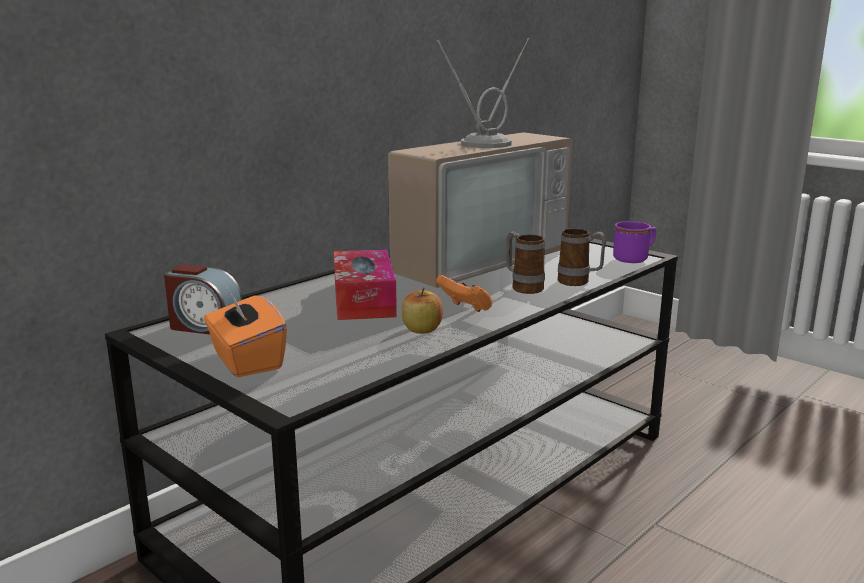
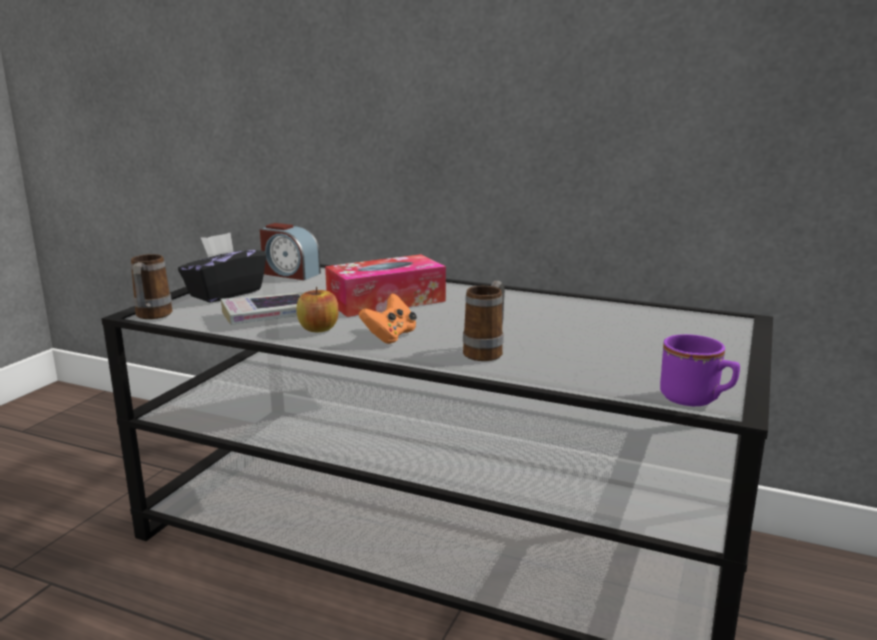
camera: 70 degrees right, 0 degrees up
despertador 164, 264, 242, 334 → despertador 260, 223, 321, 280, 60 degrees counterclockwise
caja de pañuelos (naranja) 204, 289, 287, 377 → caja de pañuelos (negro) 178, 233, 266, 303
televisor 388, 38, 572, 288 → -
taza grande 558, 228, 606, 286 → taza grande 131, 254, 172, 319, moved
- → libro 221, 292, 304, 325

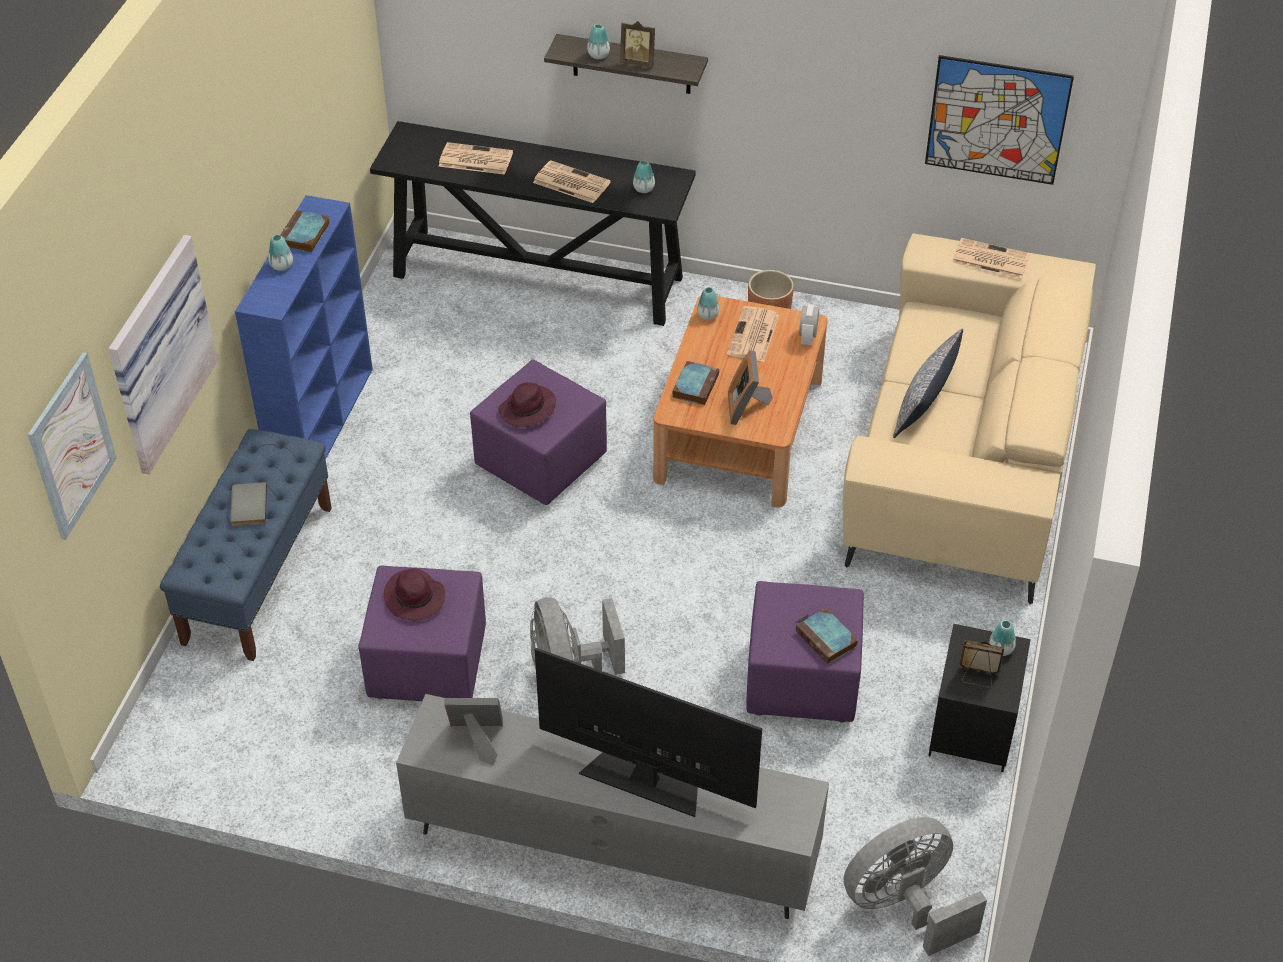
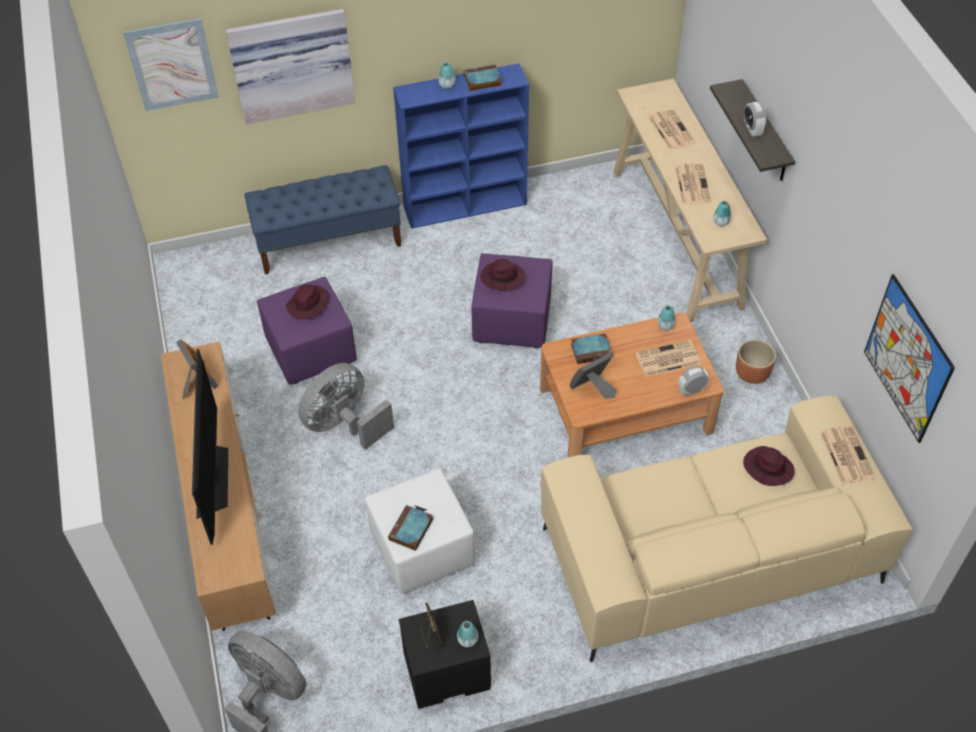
camera: 60 degrees right, 5 degrees up
libro (gris) 230, 482, 267, 526 → -
mesa consola (negro) 370, 121, 696, 326 → mesa consola (beis) 614, 79, 767, 322
mueble de televisión (gris) 396, 694, 829, 919 → mueble de televisión (marrón) 161, 341, 276, 631
florero 587, 24, 610, 59 → -
portarretratos 620, 21, 655, 68 → despertador 744, 102, 767, 137
puf (morado) 746, 581, 864, 722 → puf (blanco) 365, 469, 475, 594
cojín 893, 328, 963, 438 → -
- → sombrero (morado) 743, 446, 795, 486

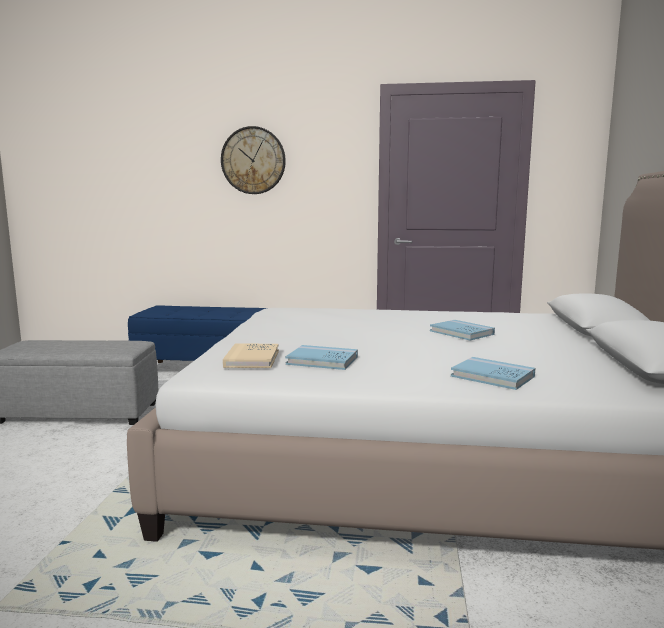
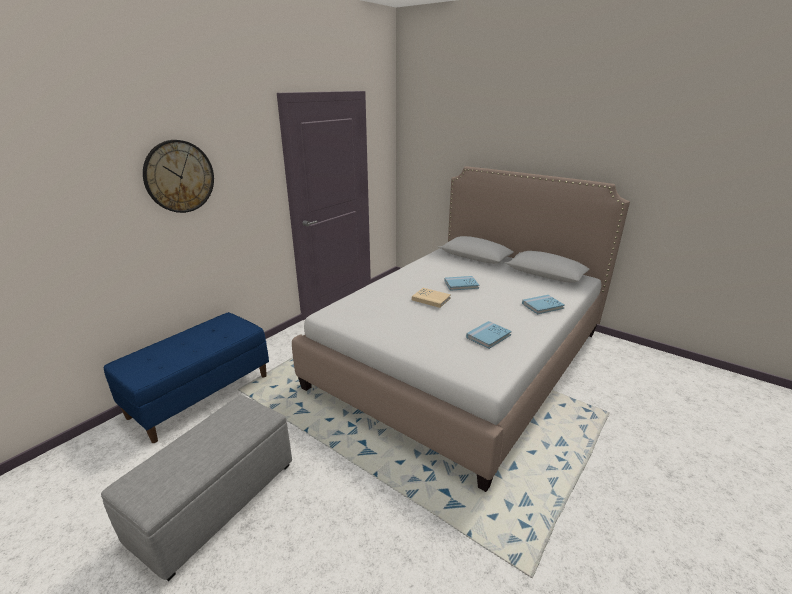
camera: 60 degrees left, 15 degrees up
libro (beis) 223, 344, 279, 368 → libro (beis) 412, 288, 451, 308, moved

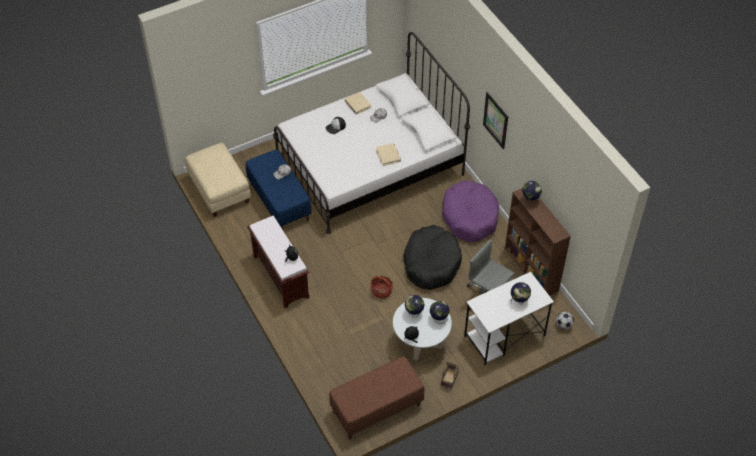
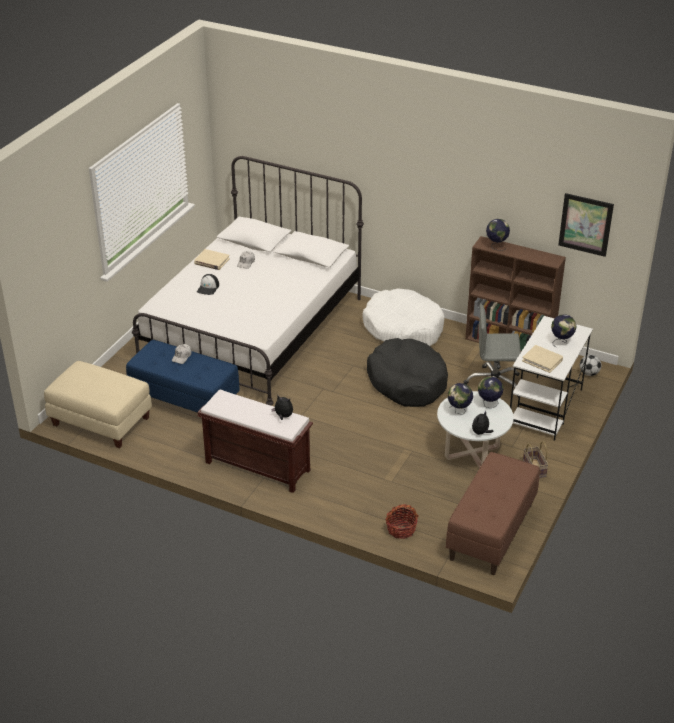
camera: 35 degrees left, 15 degrees down
cesta 370, 276, 393, 299 → cesta 385, 504, 419, 539, moved
libro (beis) 376, 143, 401, 166 → libro (beis) 522, 345, 563, 373, moved
cama para perro (morado) 442, 180, 499, 242 → cama para perro (blanco) 363, 289, 445, 346
cuadro 483, 92, 508, 149 → cuadro 558, 193, 614, 257, moved

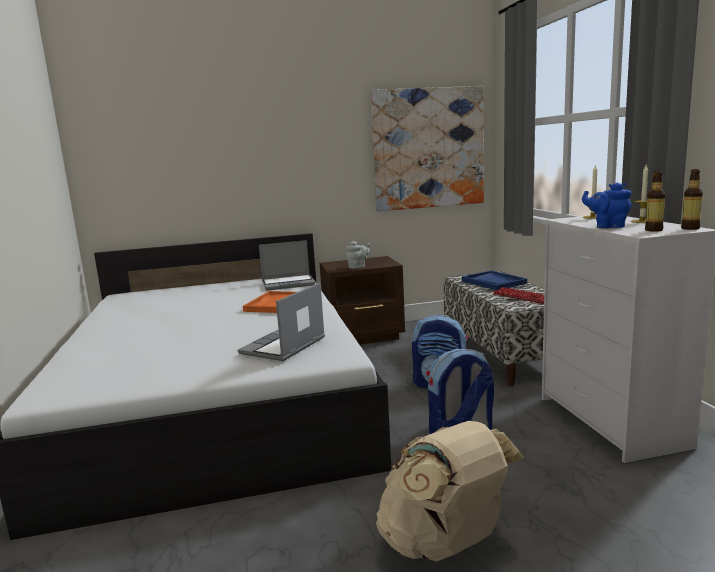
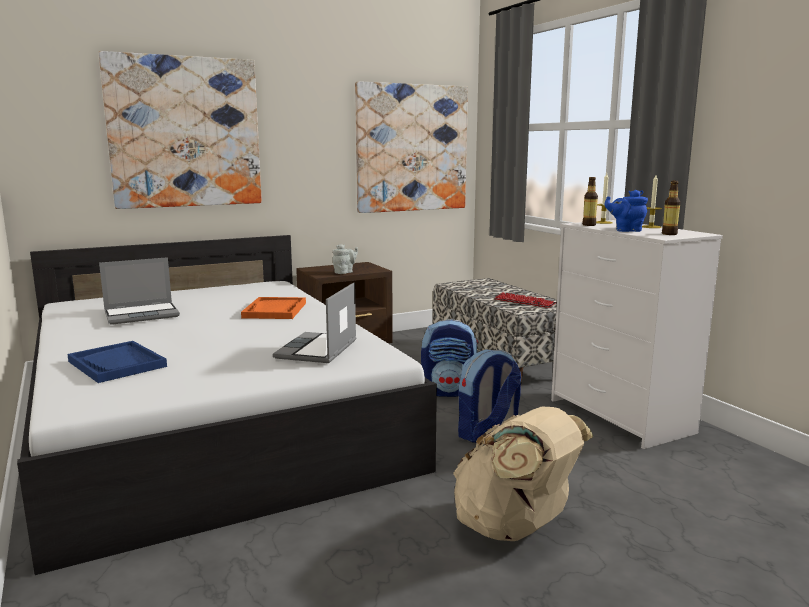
camera: 15 degrees left, 0 degrees up
portátil 259, 240, 315, 291 → portátil 99, 257, 180, 325, moved
bandeja (azul) 462, 271, 527, 290 → bandeja (azul) 67, 341, 167, 383, moved
botella 681, 169, 703, 230 → botella 582, 177, 598, 226, moved
- → cuadro 98, 51, 262, 209

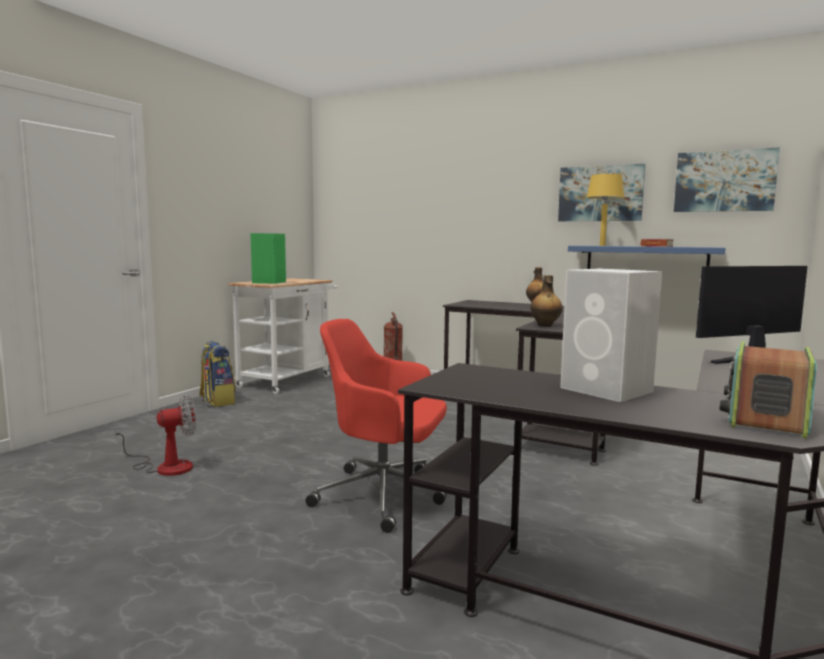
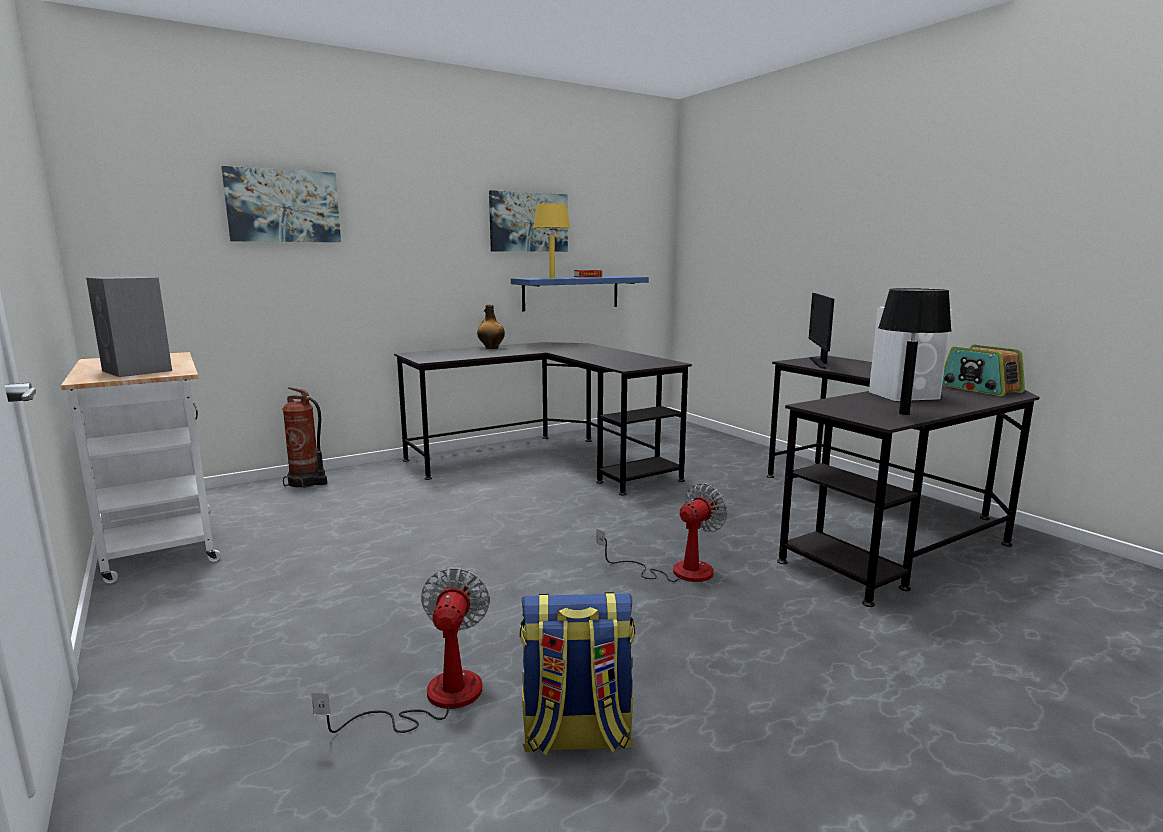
camera: 60 degrees left, 5 degrees up
mochila 199, 341, 236, 407 → mochila 519, 592, 635, 755, moved
altavoz (verde) 250, 233, 286, 284 → altavoz (gris) 86, 277, 172, 377
silla de oficina (rojo) 306, 319, 447, 533 → ventilador 597, 483, 728, 582
botella 530, 275, 563, 327 → -
cuadro 674, 147, 780, 212 → cuadro 221, 166, 341, 242, moved
- → lámpara de mesa (negro) 878, 288, 952, 415

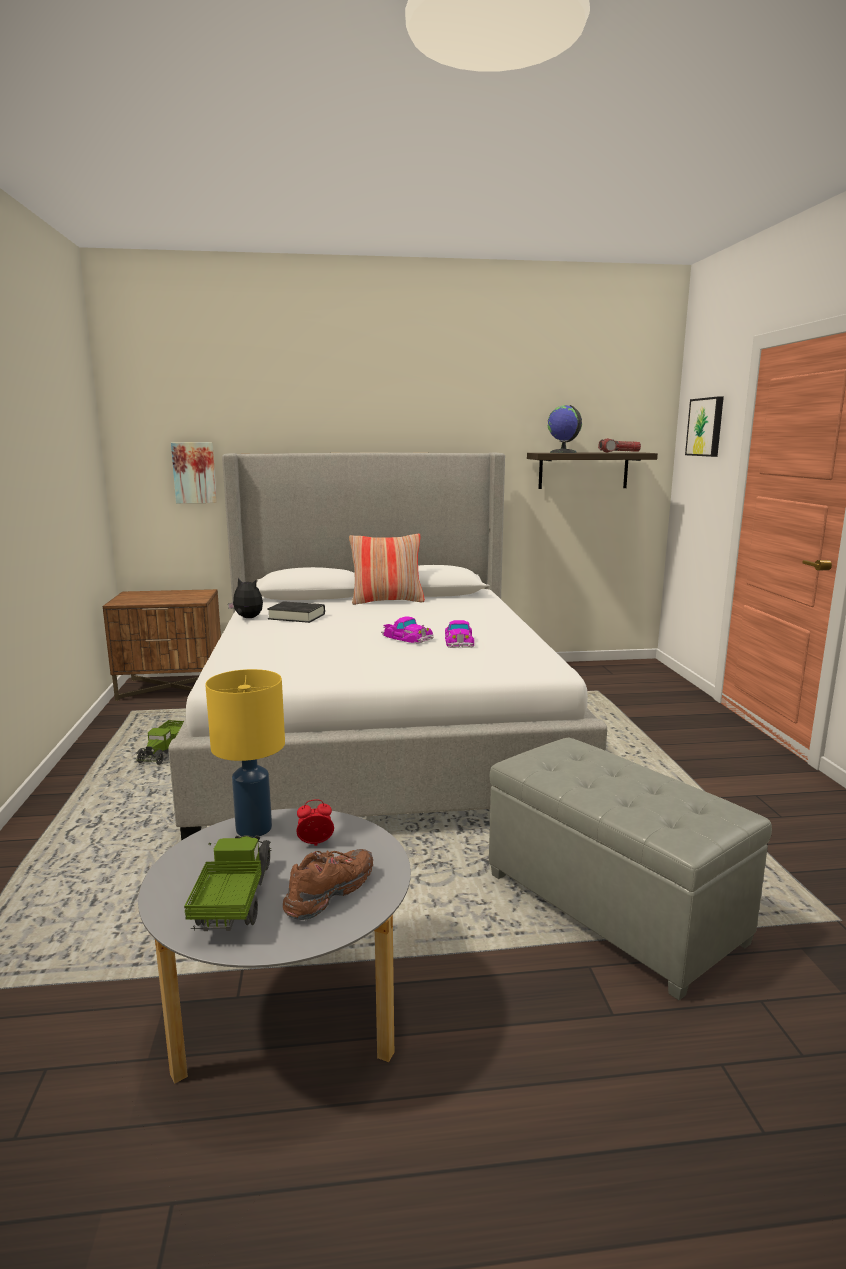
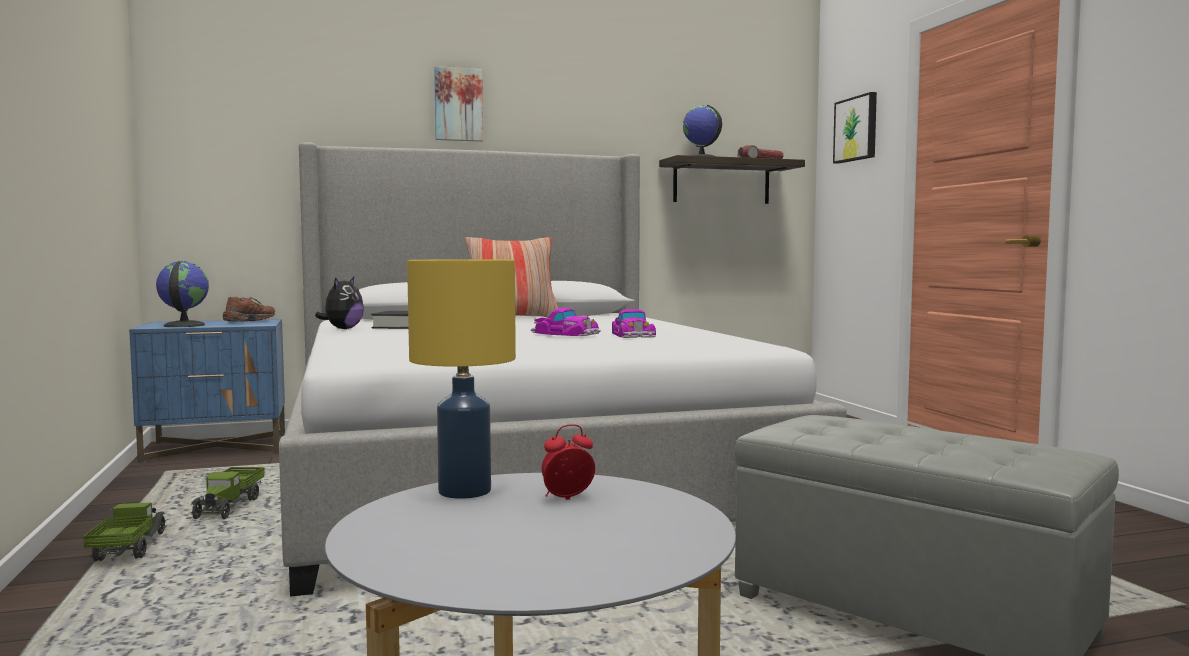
camera: 10 degrees left, 10 degrees down
mesita de noche (marrón) 102, 589, 221, 701 → mesita de noche (azul) 129, 319, 285, 463
cuadro 171, 442, 217, 503 → cuadro 434, 66, 483, 142, moved
camión de juguete 184, 835, 272, 931 → camión de juguete 83, 502, 166, 561, moved
peluche 228, 578, 263, 618 → peluche 315, 277, 364, 329, 90 degrees clockwise
zapato (marrón) 283, 849, 373, 920 → zapato (marrón) 223, 297, 275, 322, moved
- → globo terráqueo 156, 261, 209, 327

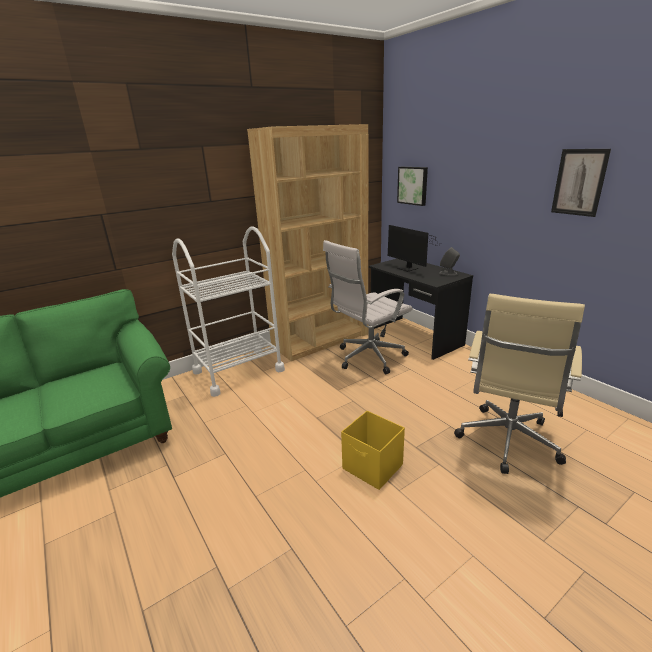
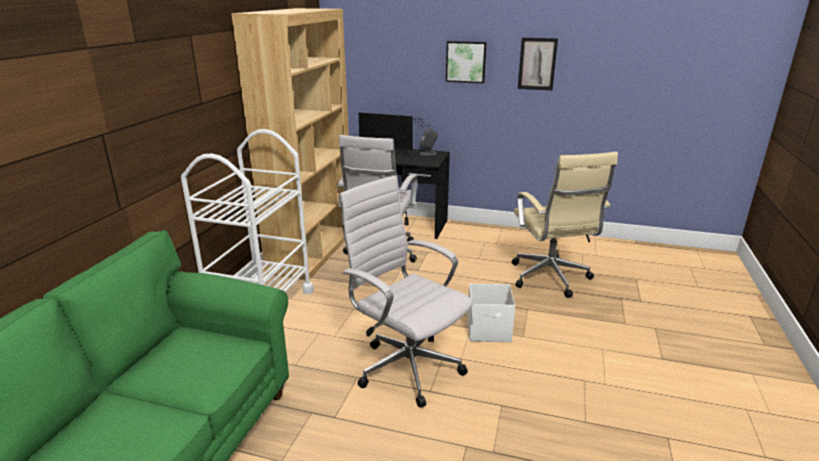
camera: 40 degrees left, 0 degrees up
caja de almacenaje (amarillo) 341, 411, 405, 490 → caja de almacenaje (blanco) 467, 283, 515, 342
cuadro 397, 167, 428, 206 → cuadro 446, 41, 487, 84, moved
- → silla de oficina (blanco) 338, 175, 473, 408

